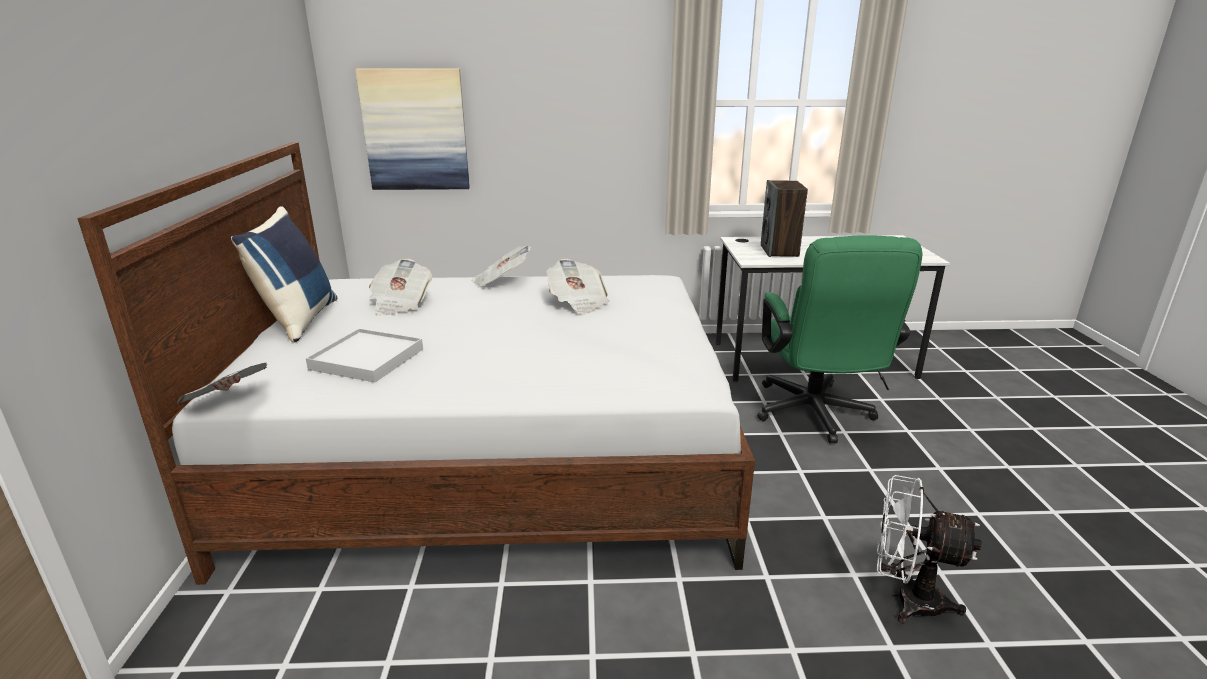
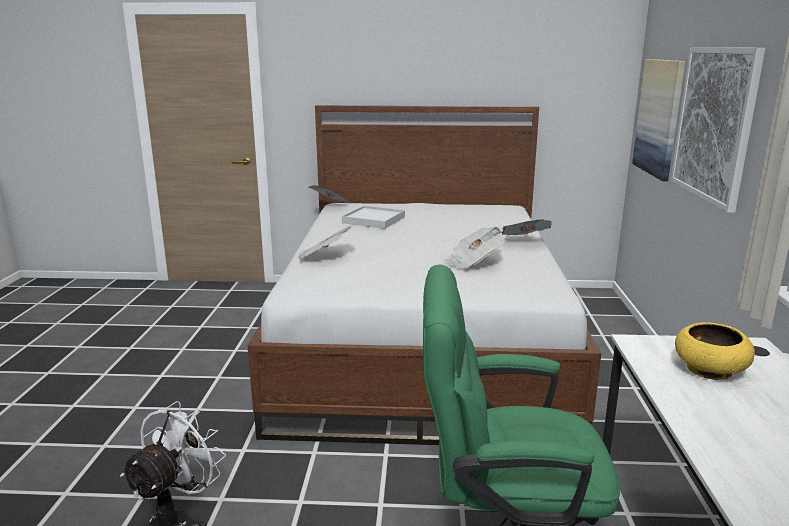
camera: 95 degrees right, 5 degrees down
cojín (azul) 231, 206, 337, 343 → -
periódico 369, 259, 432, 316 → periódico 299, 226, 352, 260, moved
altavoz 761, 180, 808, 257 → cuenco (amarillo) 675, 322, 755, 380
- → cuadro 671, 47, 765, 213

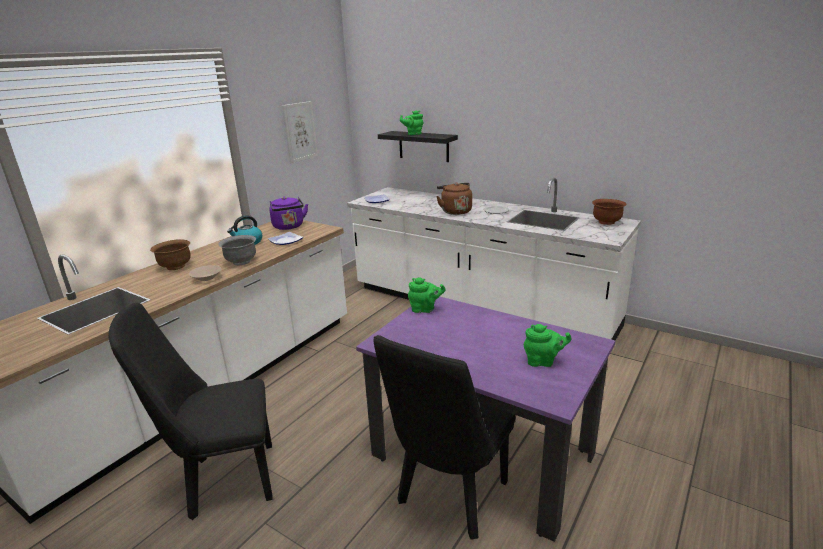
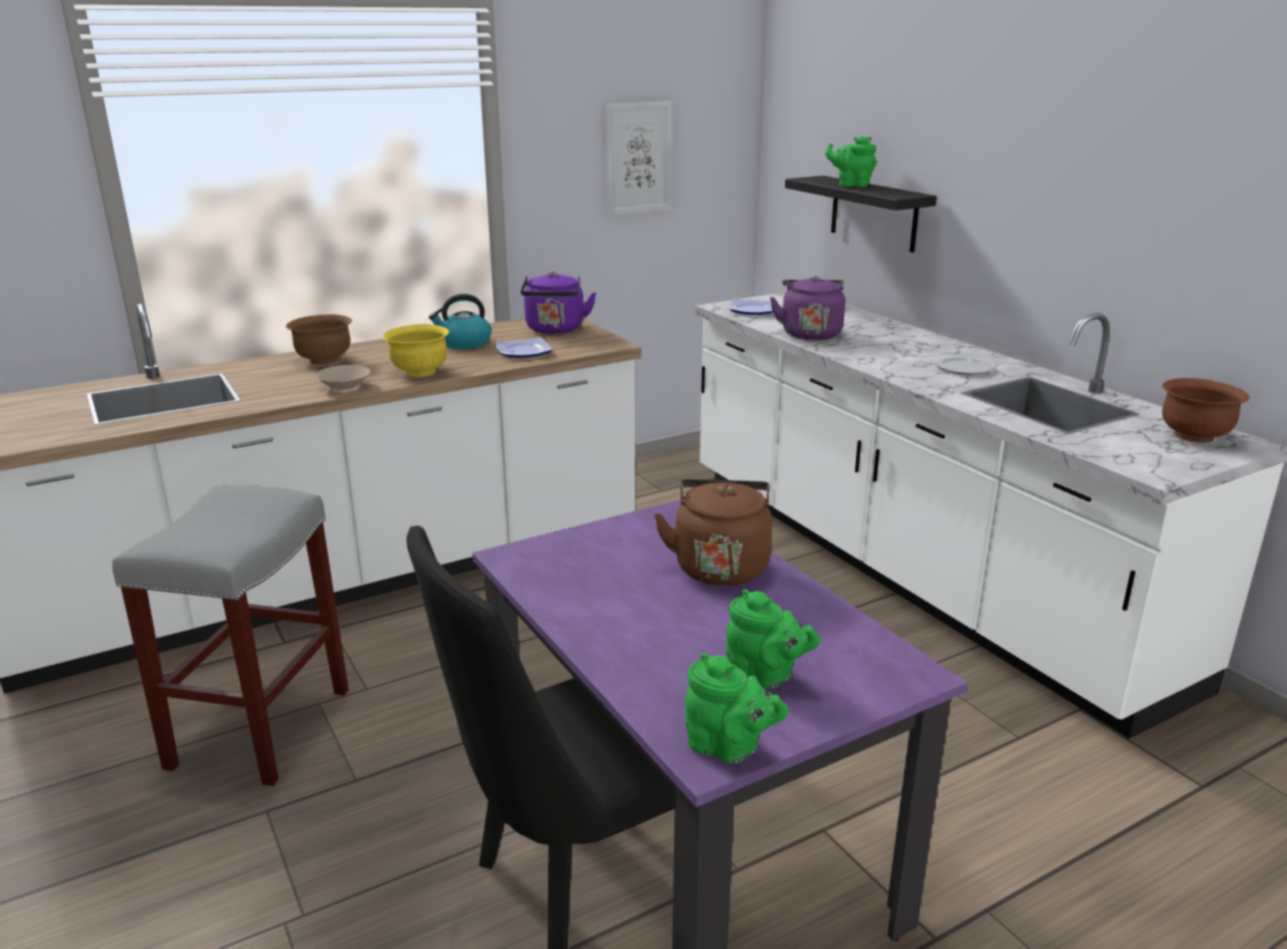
camera: 25 degrees right, 0 degrees up
silla (negro) 109, 303, 273, 520 → taburete (gris) 112, 485, 349, 786
cuenco (gris) 218, 235, 256, 265 → cuenco (amarillo) 383, 324, 449, 377
tetera (verde) 408, 278, 446, 313 → tetera (verde) 685, 653, 789, 764, moved
hervidor (marrón) 436, 182, 472, 215 → hervidor (marrón) 654, 479, 772, 586, moved
- → hervidor (morado) 770, 276, 845, 340

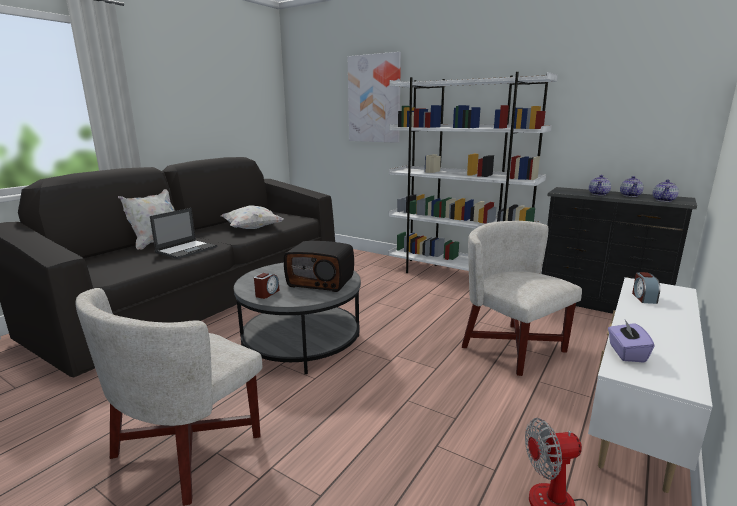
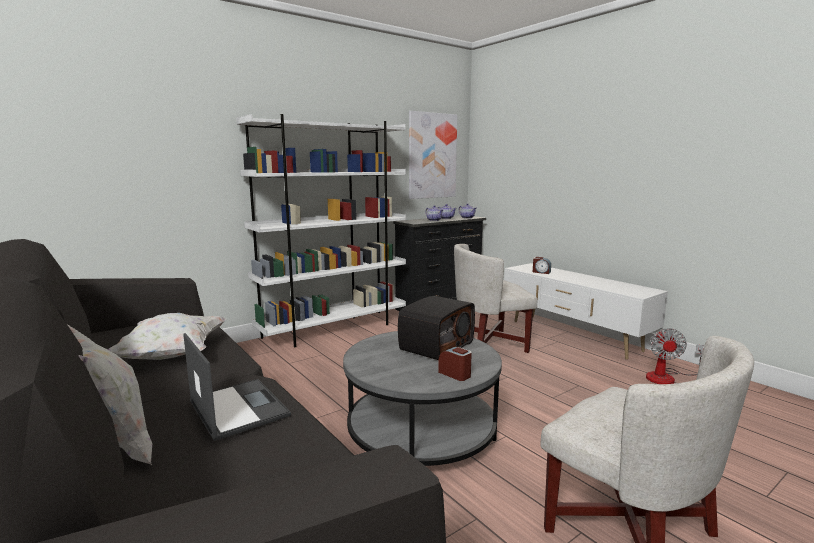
camera: 70 degrees left, 5 degrees down
cuadro 348, 52, 401, 143 → cuadro 409, 111, 457, 199, moved
caja de pañuelos (morado) 608, 320, 654, 363 → -

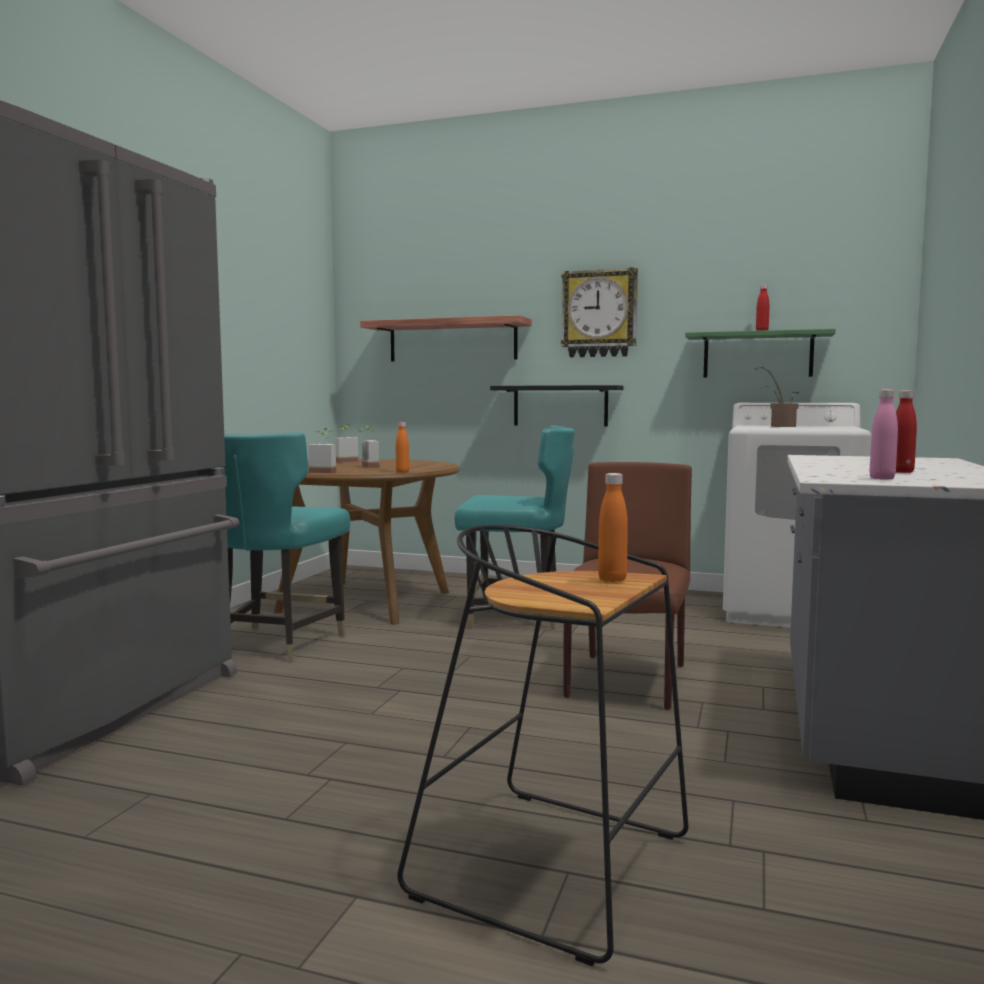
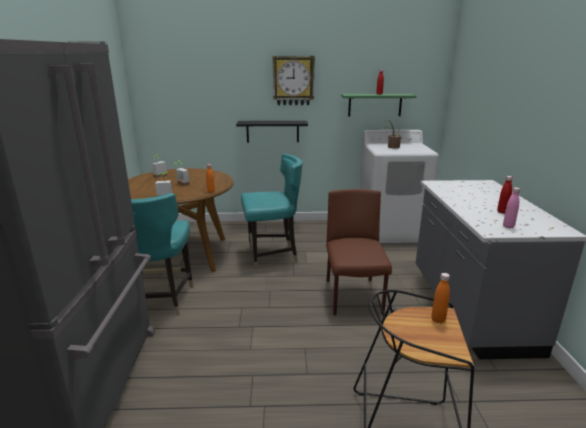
camera: 20 degrees left, 15 degrees up
estante 360, 315, 532, 362 → -

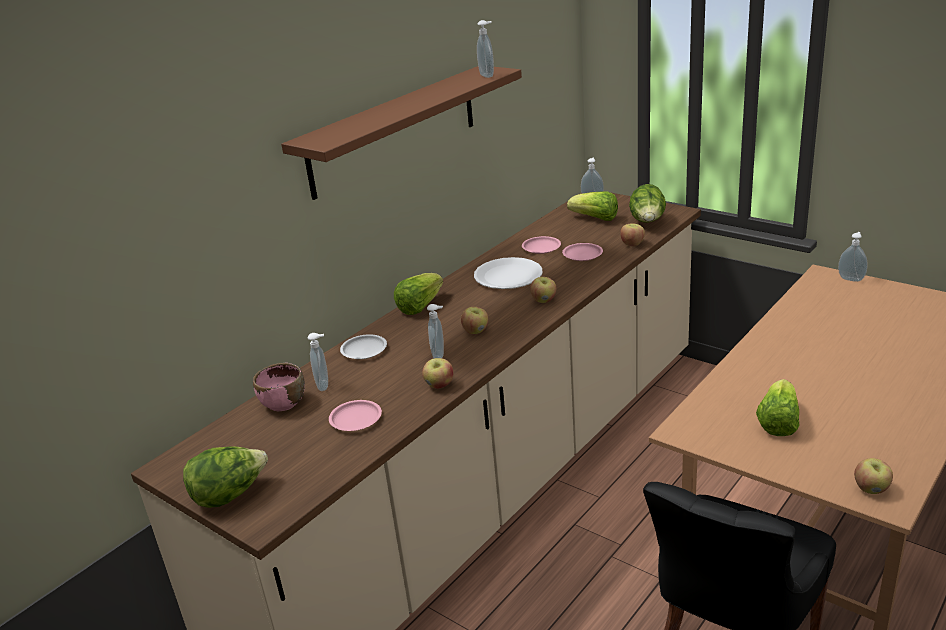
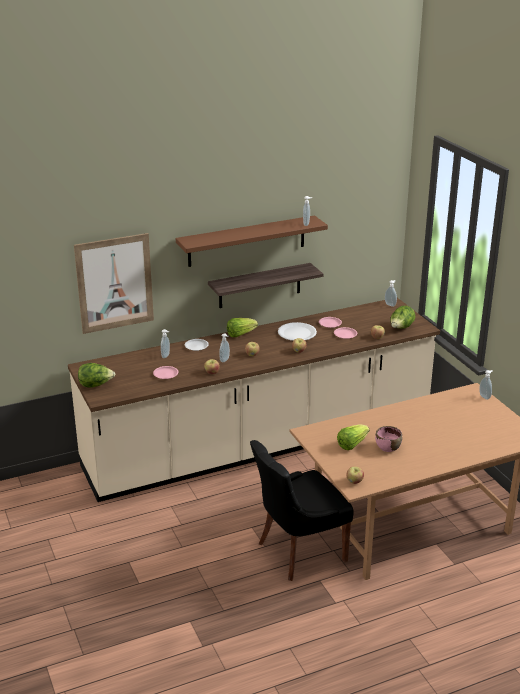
camera: 25 degrees right, 0 degrees up
cuenco (rosa) 253, 363, 305, 411 → cuenco (rosa) 375, 426, 402, 452, moved
lechuga 567, 191, 618, 221 → -
- → cuadro 74, 233, 154, 334
- → estante 208, 263, 324, 308

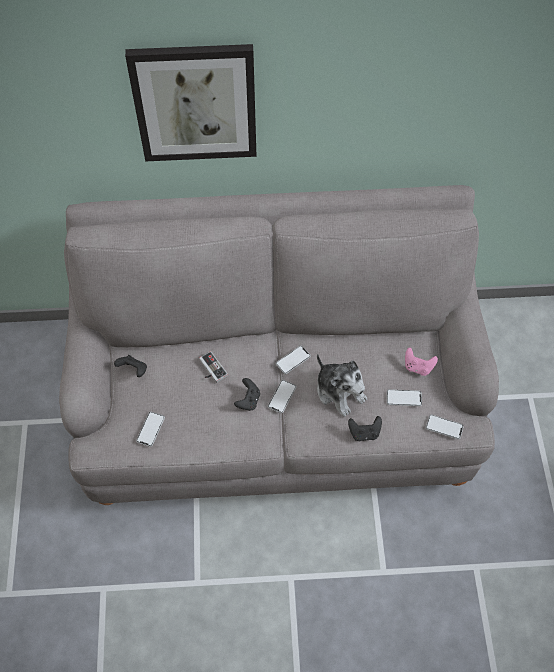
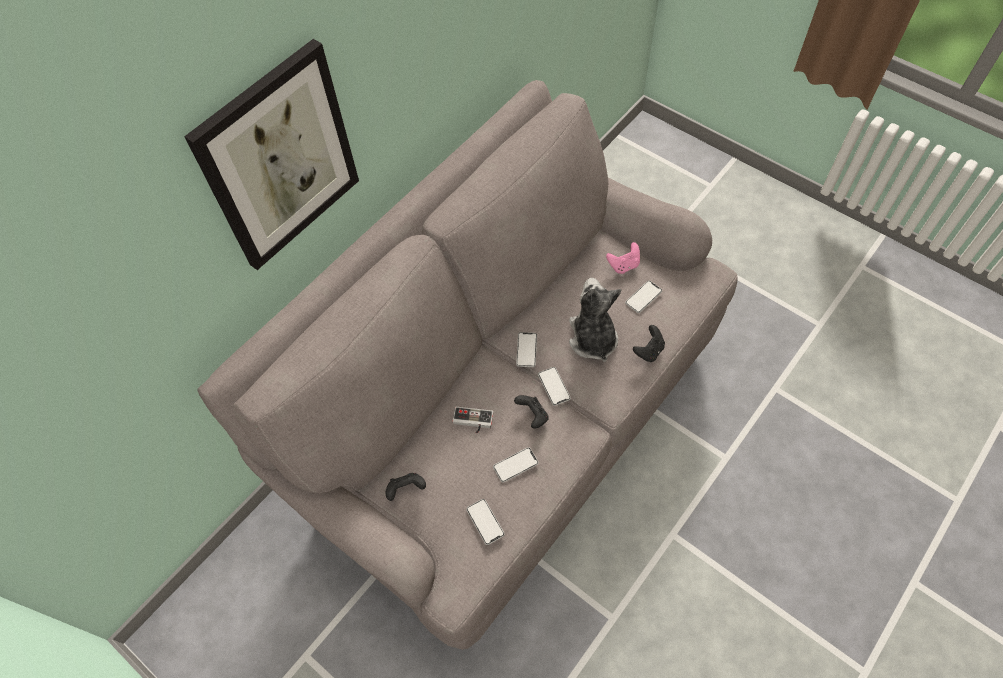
camera: 45 degrees left, 0 degrees up
peluche 317, 354, 367, 417 → peluche 569, 278, 622, 362, 105 degrees counterclockwise
móvil 426, 415, 464, 439 → móvil 493, 447, 539, 483, moved

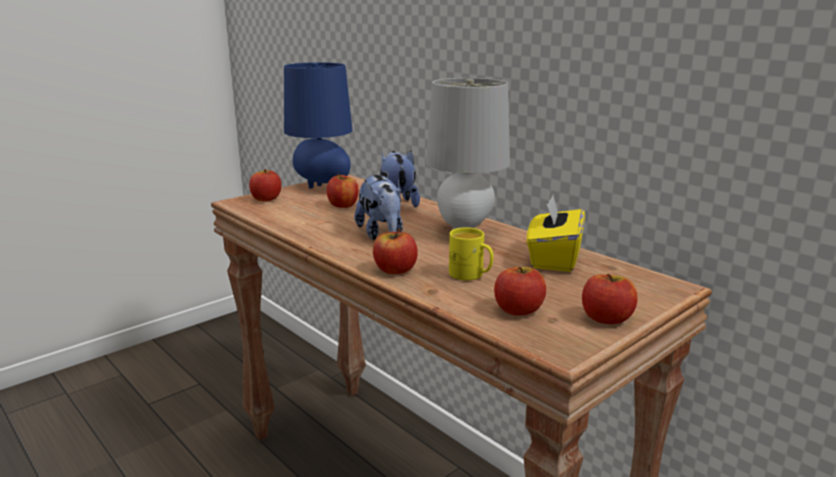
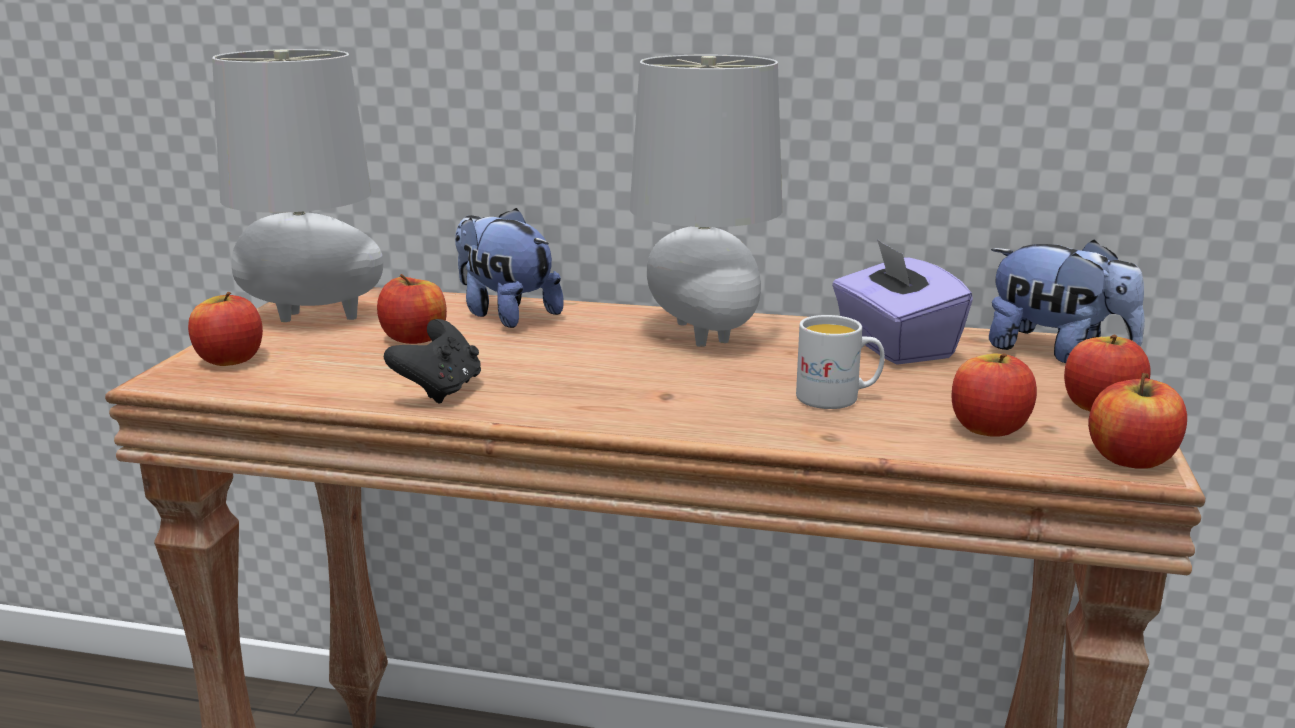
camera: 35 degrees left, 0 degrees up
lámpara de mesa (azul) 284, 62, 353, 189 → lámpara de mesa (gris) 212, 49, 383, 322
peluche 354, 175, 403, 240 → peluche 989, 239, 1145, 363, moved
manzana 373, 229, 418, 274 → manzana 1088, 373, 1187, 469, moved
taza grande (amarillo) 449, 227, 494, 281 → taza grande (blanco) 796, 315, 885, 409
caja de pañuelos (amarillo) 527, 195, 585, 272 → caja de pañuelos (morado) 832, 239, 973, 365
- → mando de consola (negro) 384, 319, 481, 403

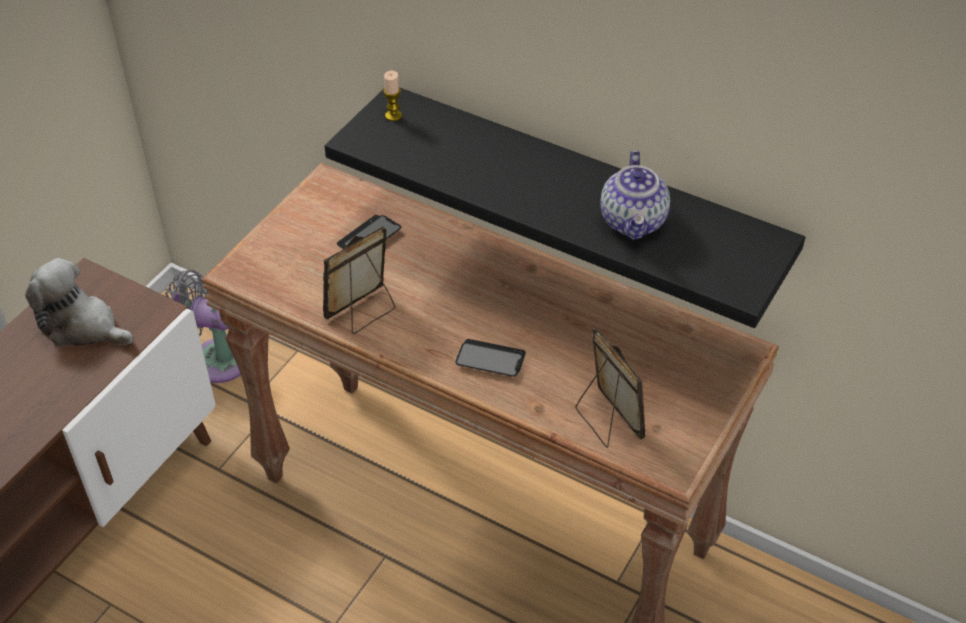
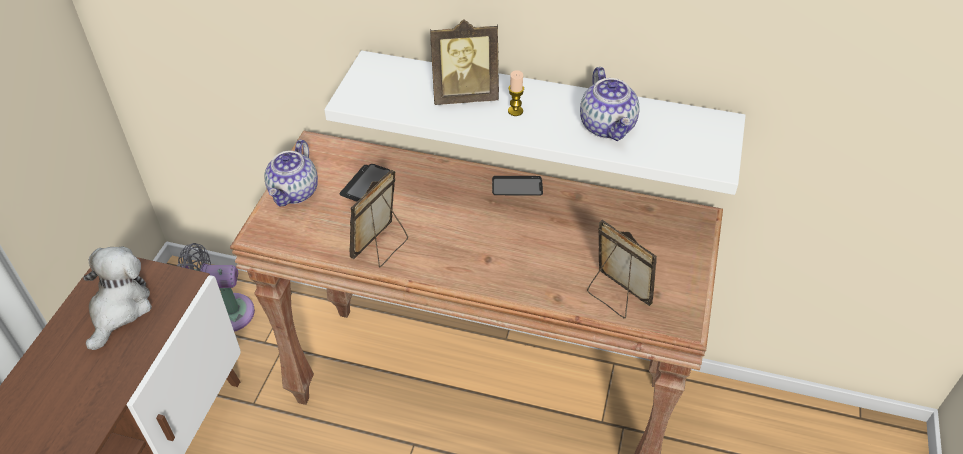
camera: 15 degrees left, 0 degrees up
peluche 25, 258, 133, 346 → peluche 83, 247, 152, 350, 90 degrees clockwise
estante (negro) 324, 88, 805, 328 → estante (blanco) 324, 50, 746, 195
vela 383, 71, 402, 121 → vela 508, 70, 524, 116, moved
móvil 455, 339, 526, 377 → móvil 492, 176, 543, 196, moved
- → tetera 264, 140, 318, 207
- → portarretratos 430, 20, 499, 105

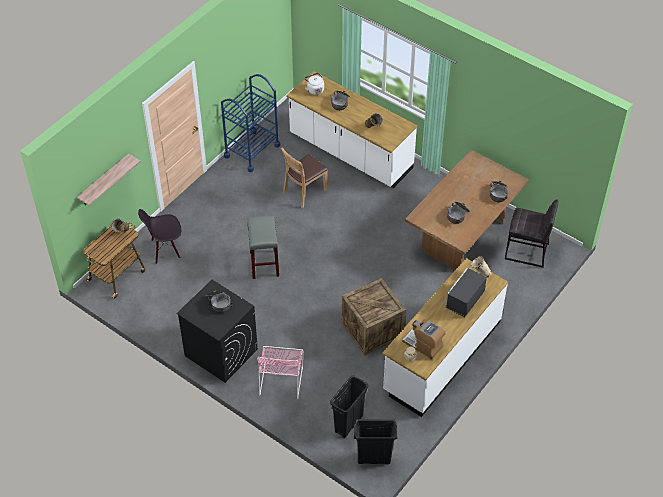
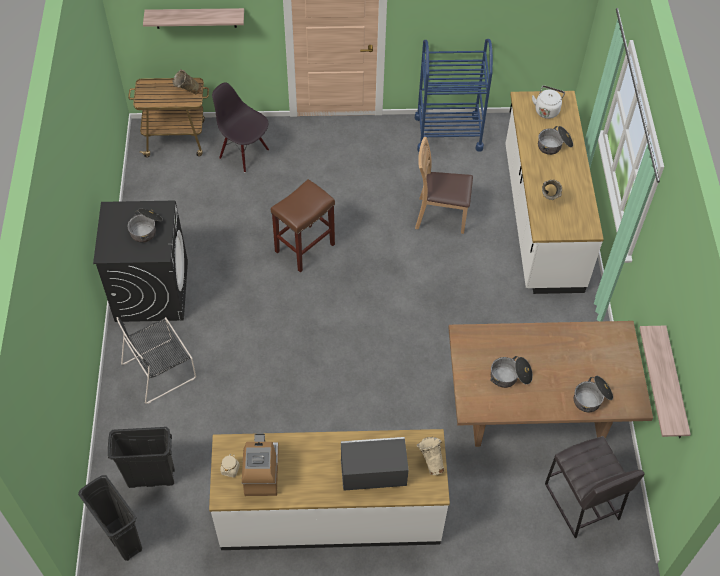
camera: 50 degrees right, 5 degrees up
taburete (gris) 247, 216, 279, 279 → taburete (marrón) 271, 179, 335, 273
silla (rosa) 257, 346, 303, 399 → silla (negro) 117, 317, 196, 404
caja de embalaje 342, 278, 406, 356 → -
- → estante 639, 326, 691, 438

